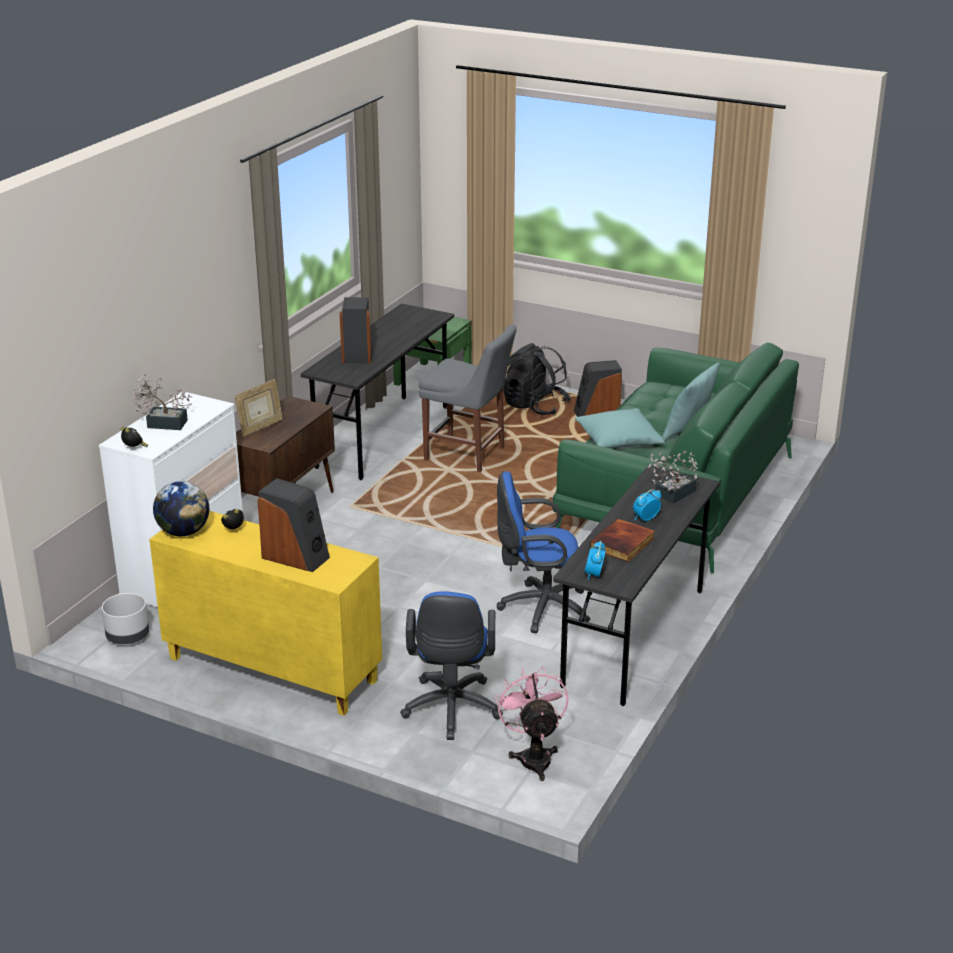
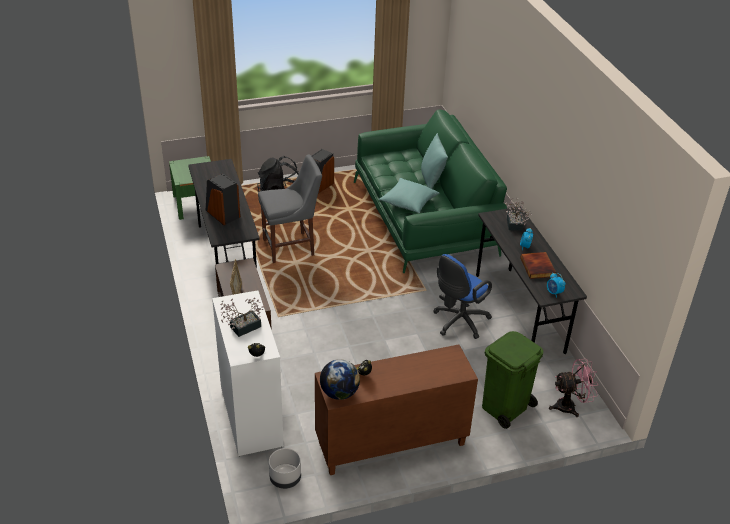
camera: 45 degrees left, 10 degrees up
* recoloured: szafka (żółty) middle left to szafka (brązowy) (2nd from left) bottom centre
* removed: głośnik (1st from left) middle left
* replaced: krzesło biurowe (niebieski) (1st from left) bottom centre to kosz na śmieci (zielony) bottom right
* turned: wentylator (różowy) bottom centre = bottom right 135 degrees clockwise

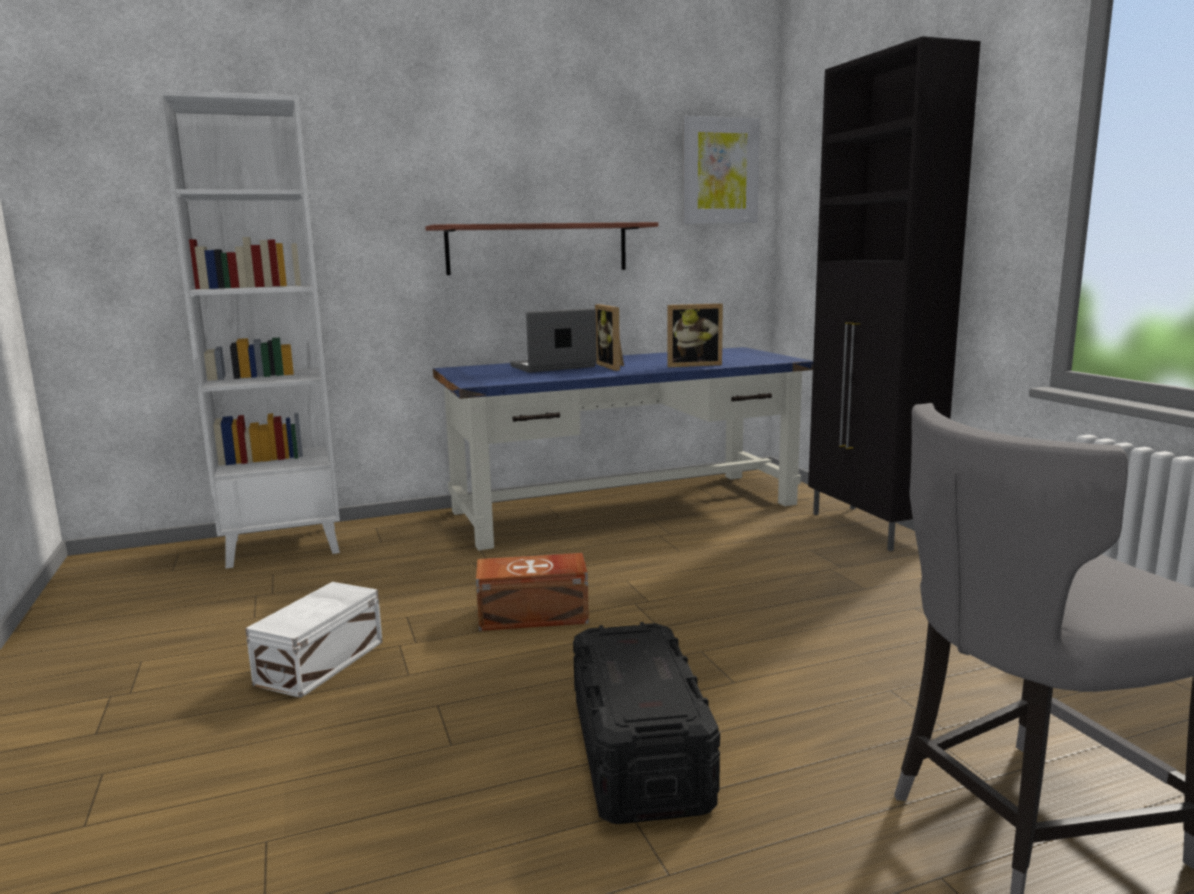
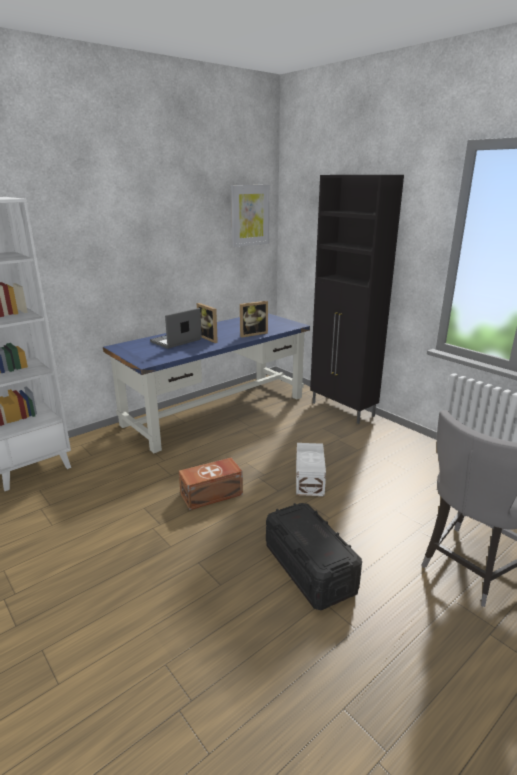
camera: 20 degrees left, 10 degrees up
* moved: pojemnik do przechowywania (biały) bottom left to centre
* removed: półka top centre

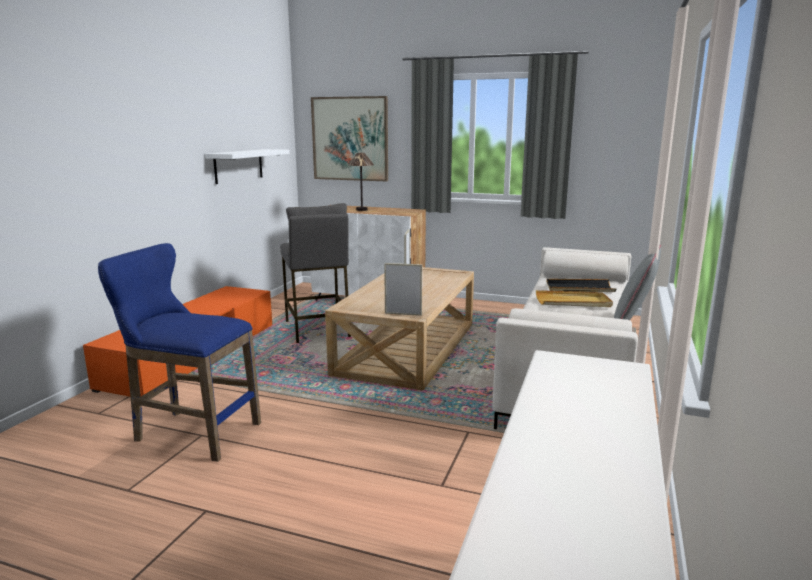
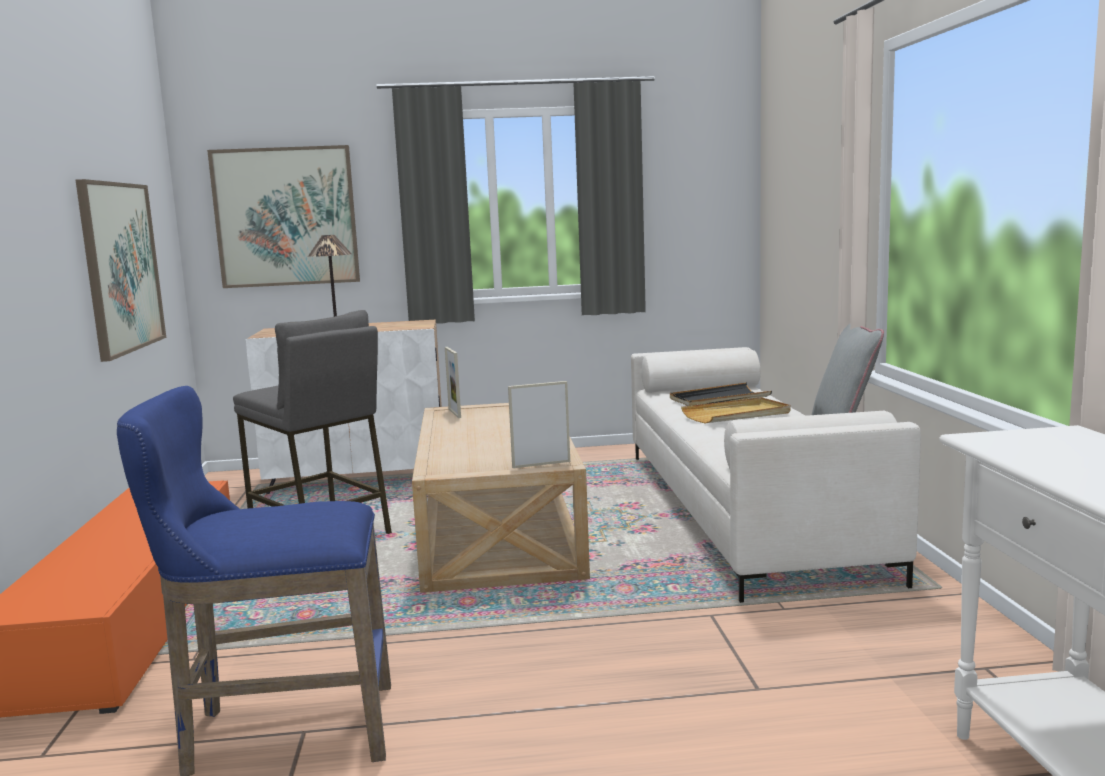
camera: 25 degrees left, 5 degrees down
* replaced: półka (biały) top left to obraz (1st from left) middle left

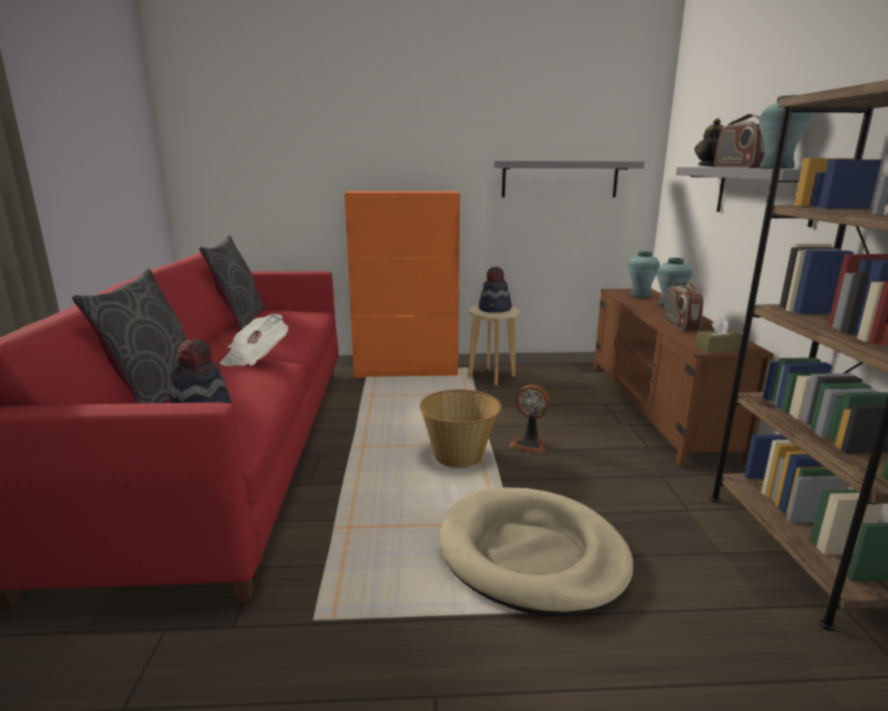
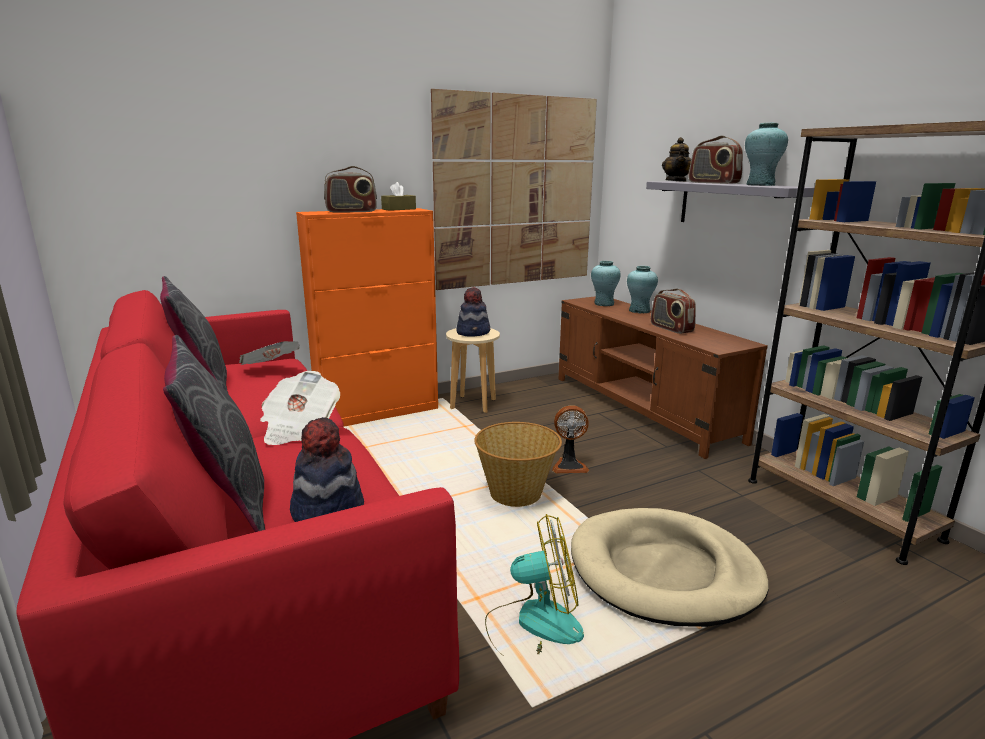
camera: 25 degrees left, 0 degrees up
* replaced: półka (szary) (1st from left) top centre to obraz top centre
* moved: pudełko chusteczek (brązowy) middle right to top centre
* added: gazeta (1st from left) middle left
* added: radio (1st from left) top centre
* added: wentylator (1st from left) bottom centre

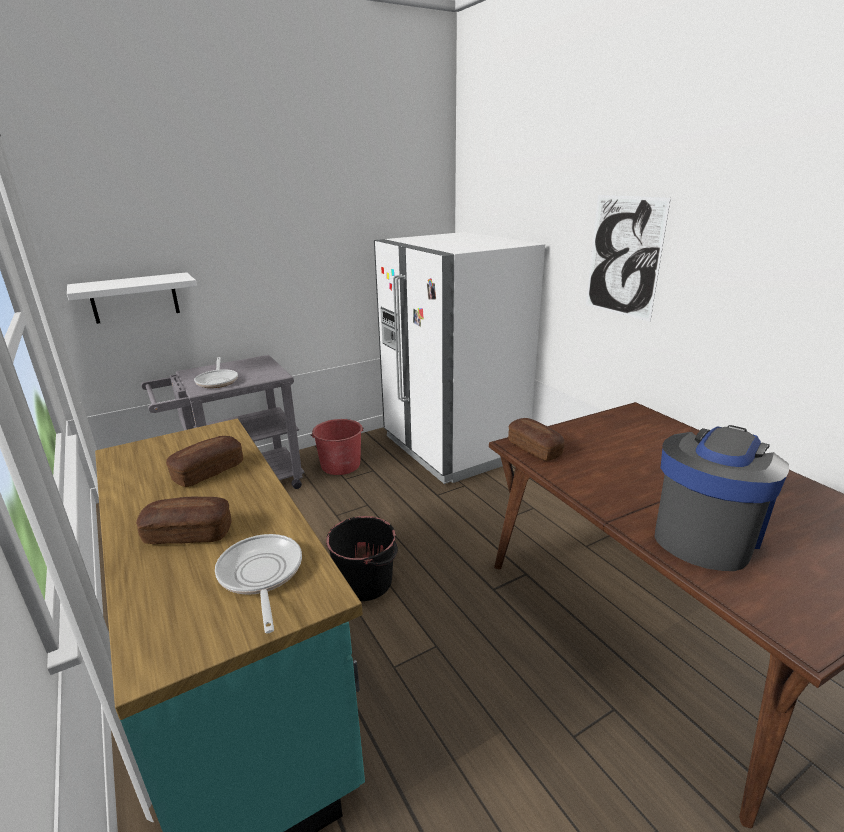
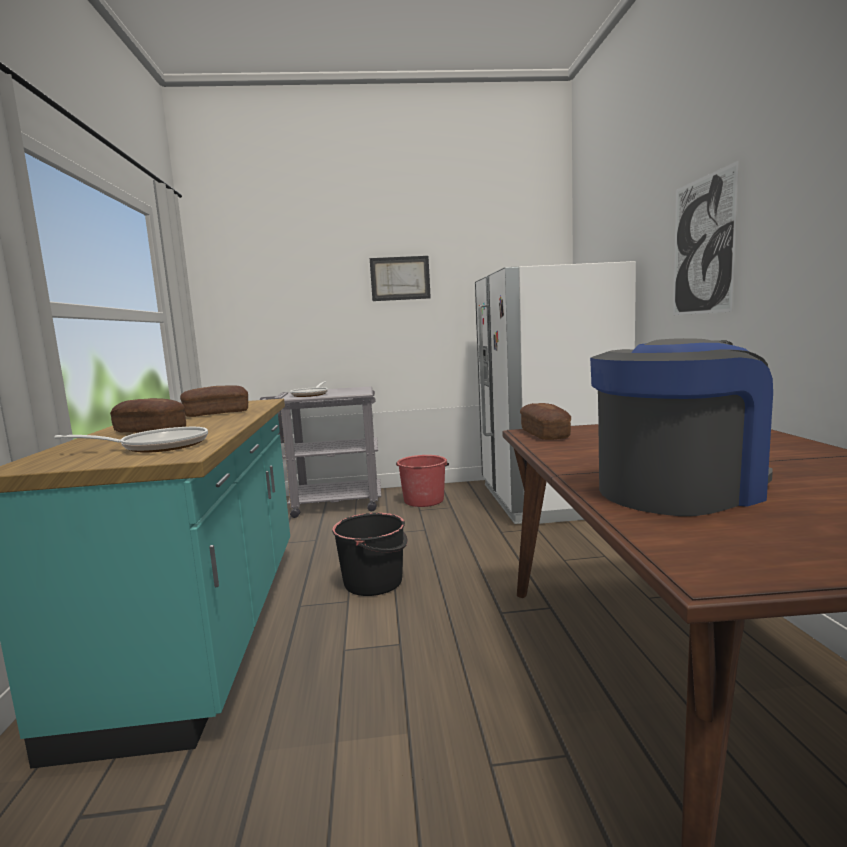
camera: 25 degrees right, 15 degrees down
* removed: półka (biały) middle left
* turned: patelnia (2nd from left in the first image) bottom left = middle left 75 degrees clockwise
* added: obraz (1st from left) top centre

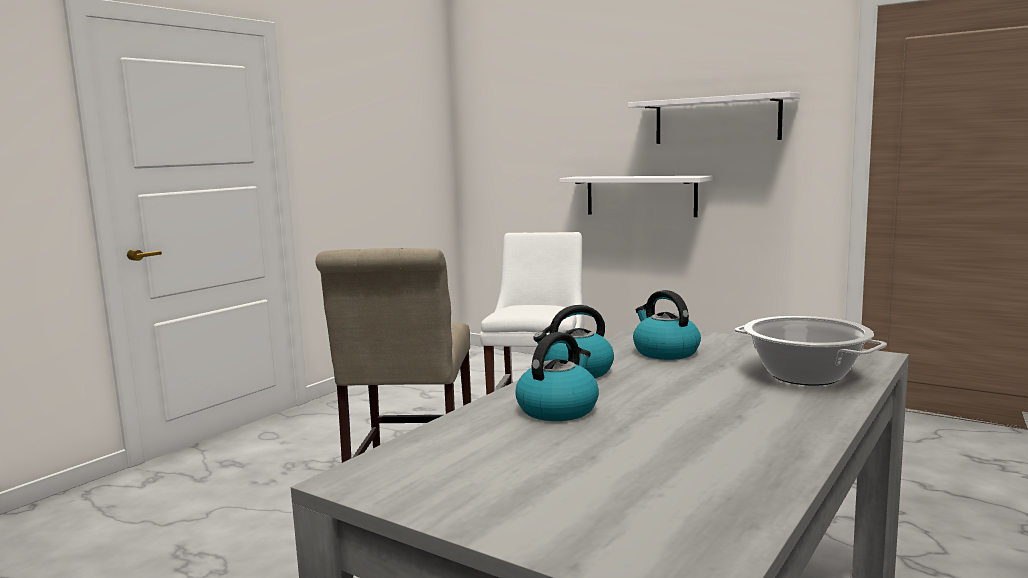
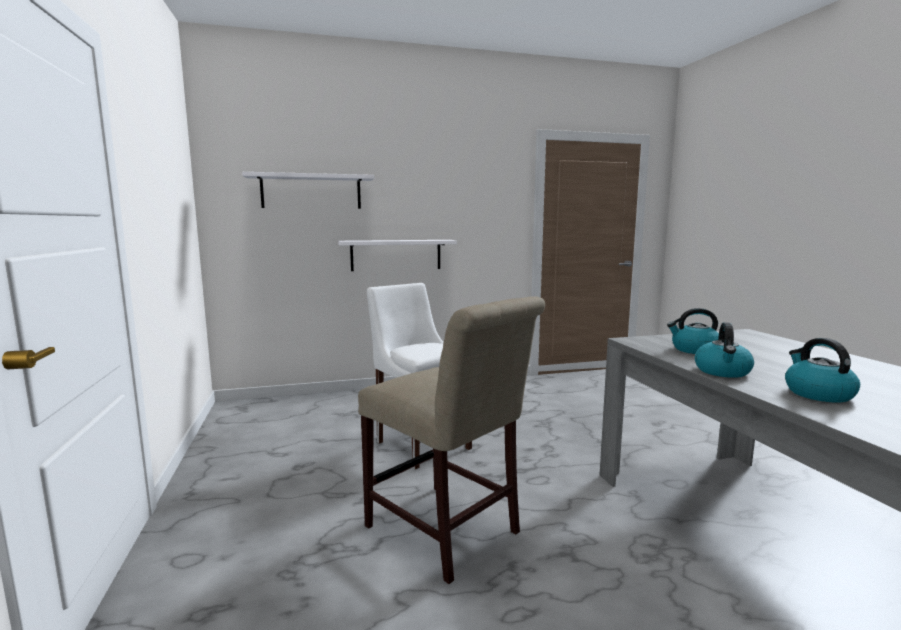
camera: 50 degrees left, 0 degrees up
* moved: półka (biały) (2nd from left in the first image) top right to półka (biały) (1st from left) top centre
* removed: garnek middle right

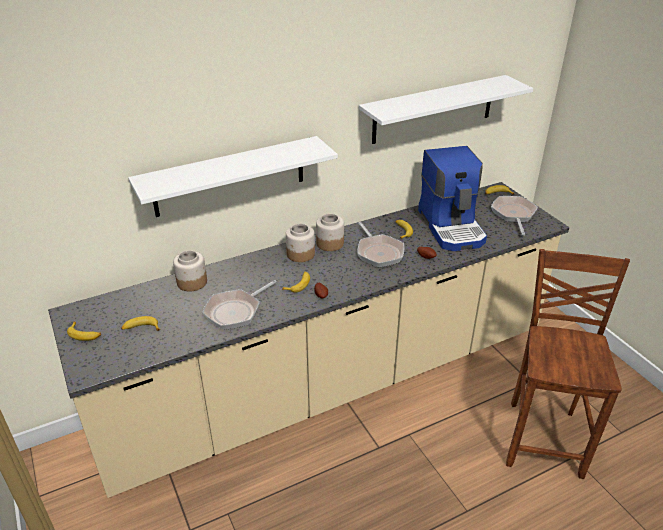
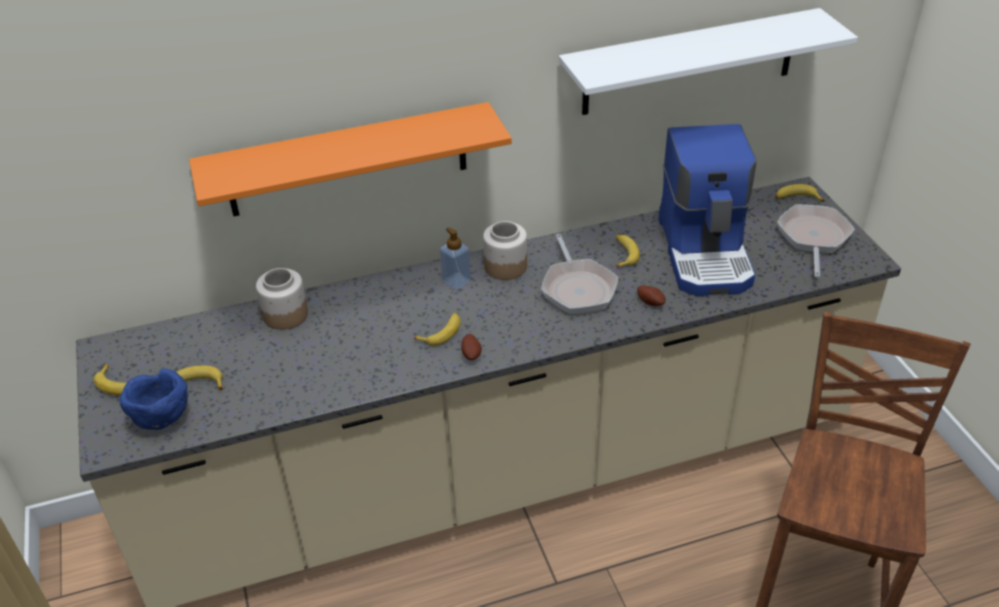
camera: 10 degrees right, 5 degrees up
* recoloured: półka (biały) (1st from left) top centre to półka (pomarańczowy) top centre
* removed: patelnia (1st from left) centre
* replaced: słoik (2nd from left) centre to dozownik mydła centre
* added: miska (niebieski) middle left

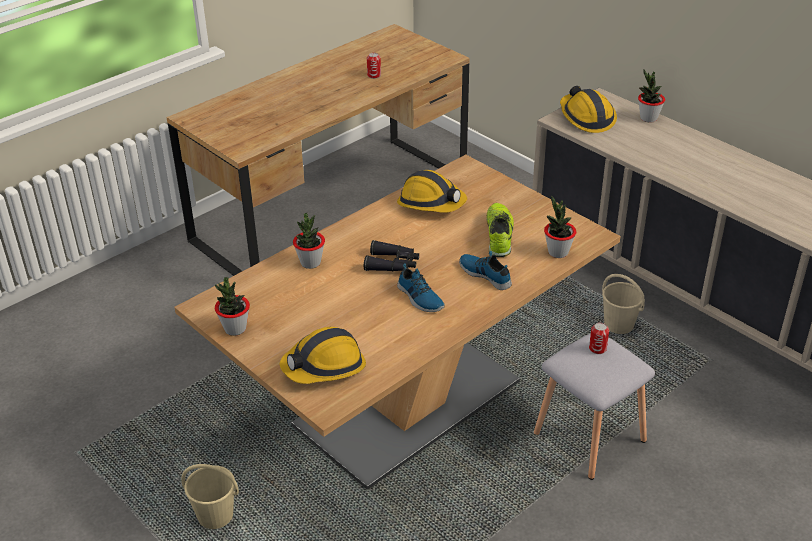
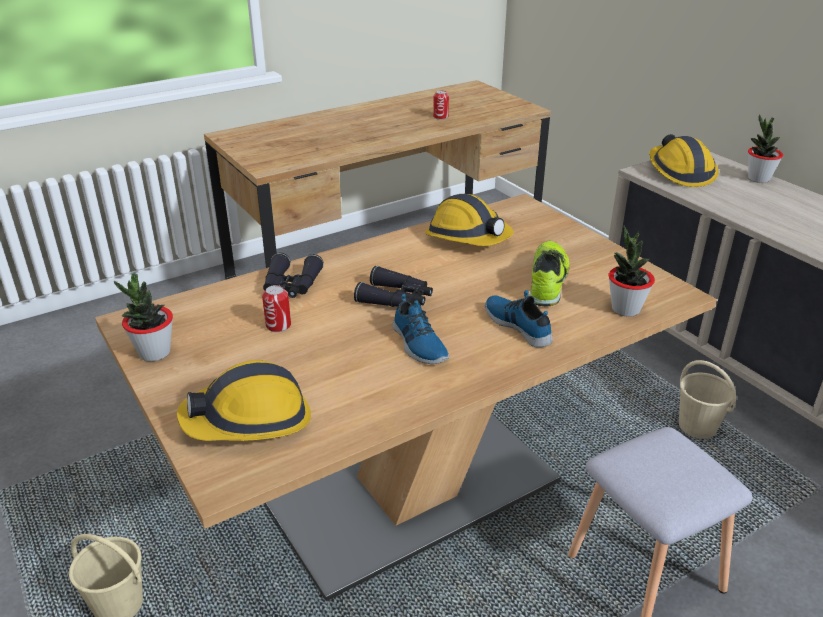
camera: 10 degrees right, 5 degrees down
* replaced: roślina doniczkowa (2nd from left) centre to lornetka (czarny) (1st from left) centre
* moved: puszka (2nd from left in the first image) middle right to puszka (1st from left) centre

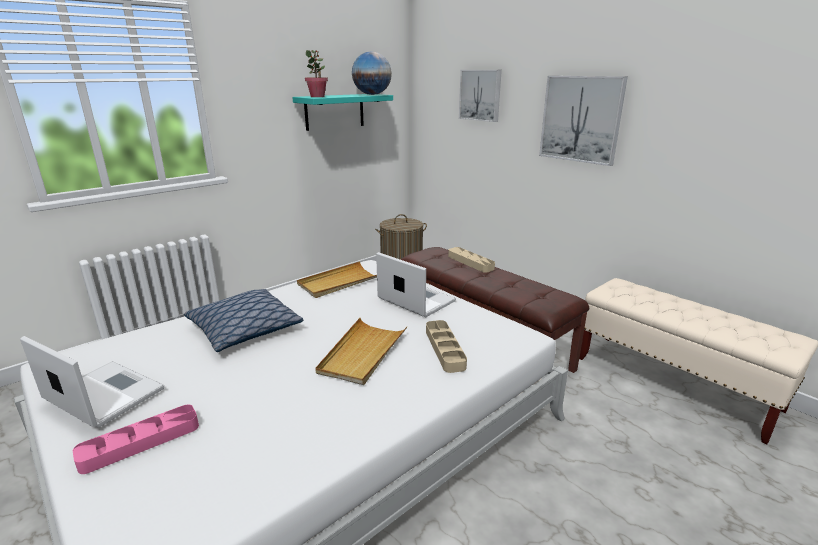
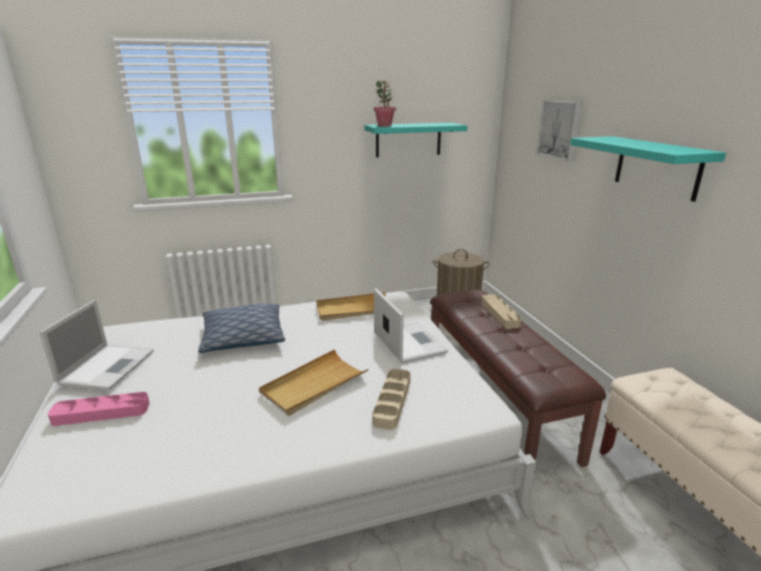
camera: 25 degrees right, 0 degrees up
* turned: laptop (1st from left) bottom left = middle left 45 degrees clockwise
* removed: globus top centre
* replaced: obraz (2nd from left) top right to półka (turkusowy) (2nd from left) top right

